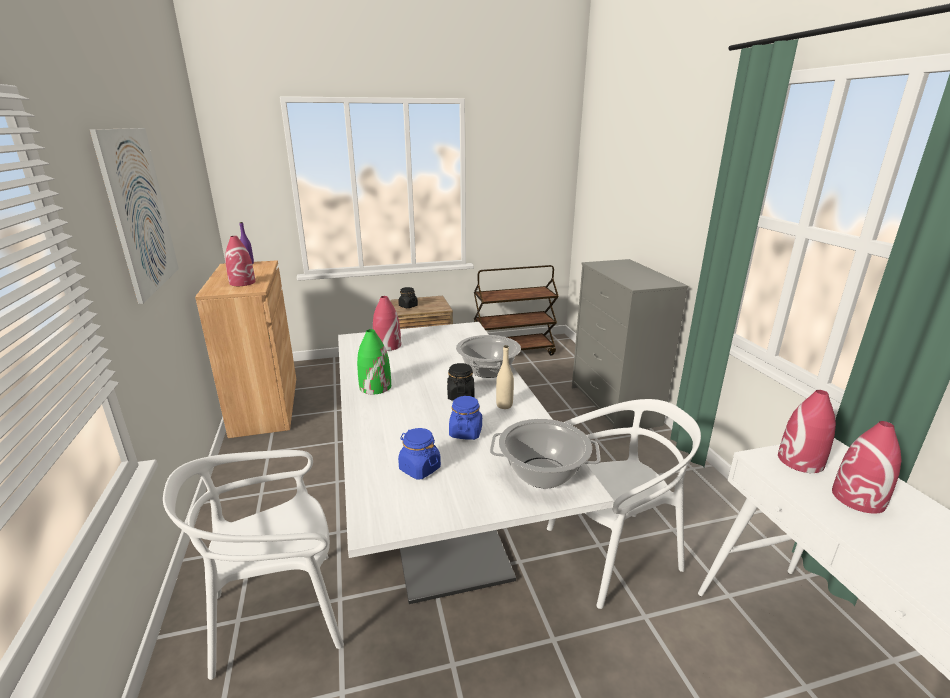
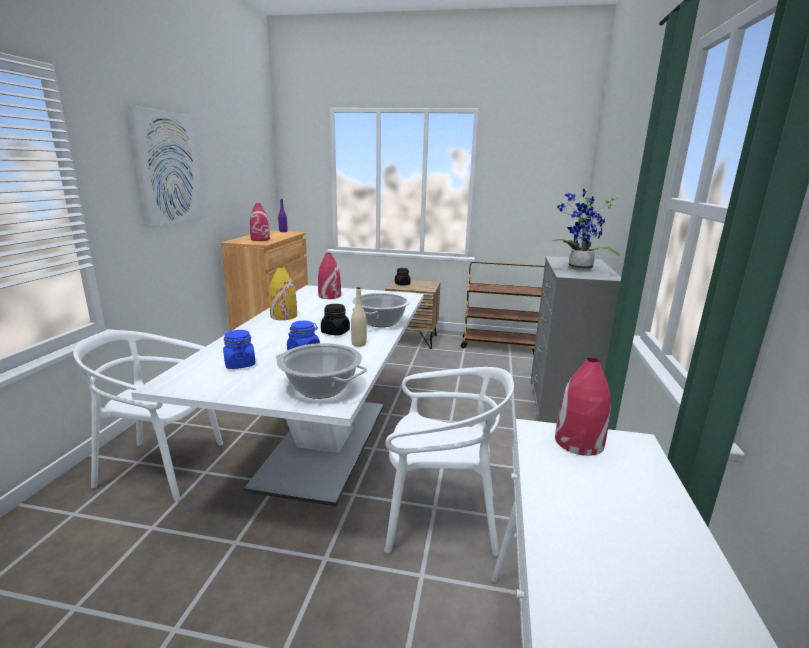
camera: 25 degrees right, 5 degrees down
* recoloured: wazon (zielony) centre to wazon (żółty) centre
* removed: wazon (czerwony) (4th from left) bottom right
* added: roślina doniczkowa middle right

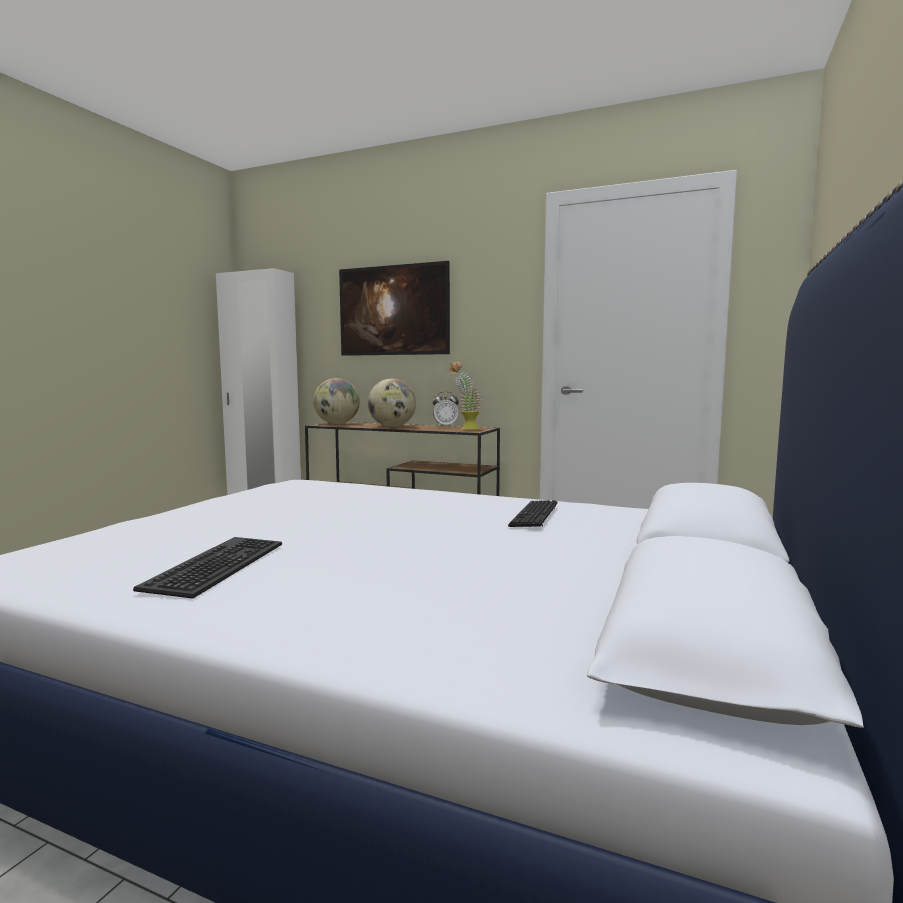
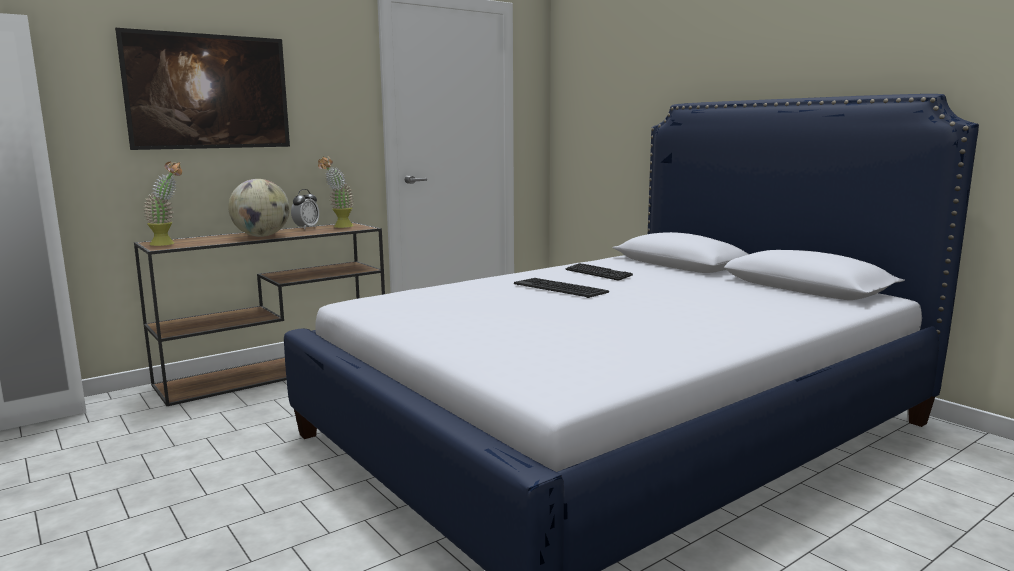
camera: 60 degrees left, 5 degrees up
* moved: klawiatura (1st from left) middle left to centre
* replaced: globus (1st from left) centre to roślina doniczkowa (1st from left) middle left

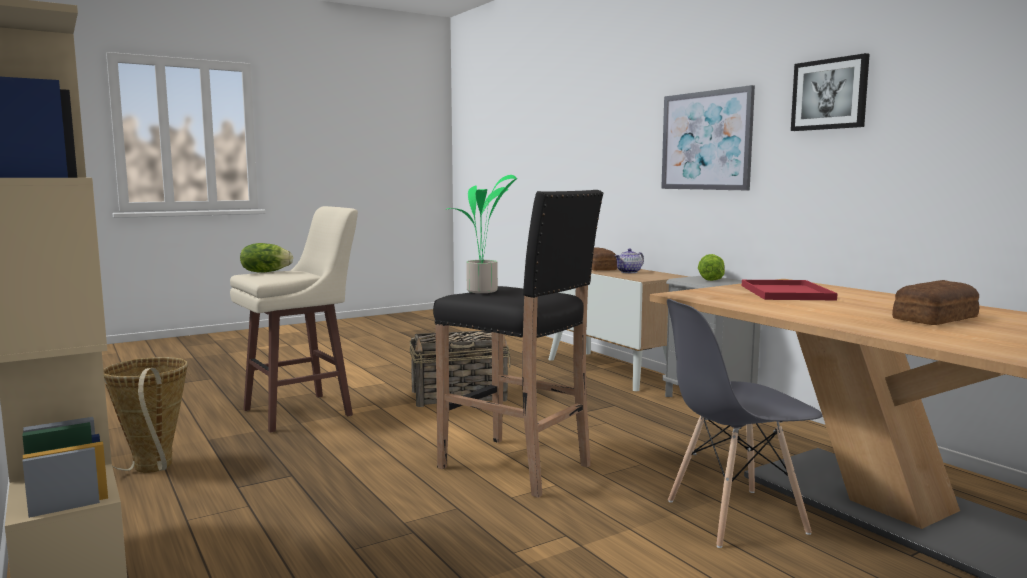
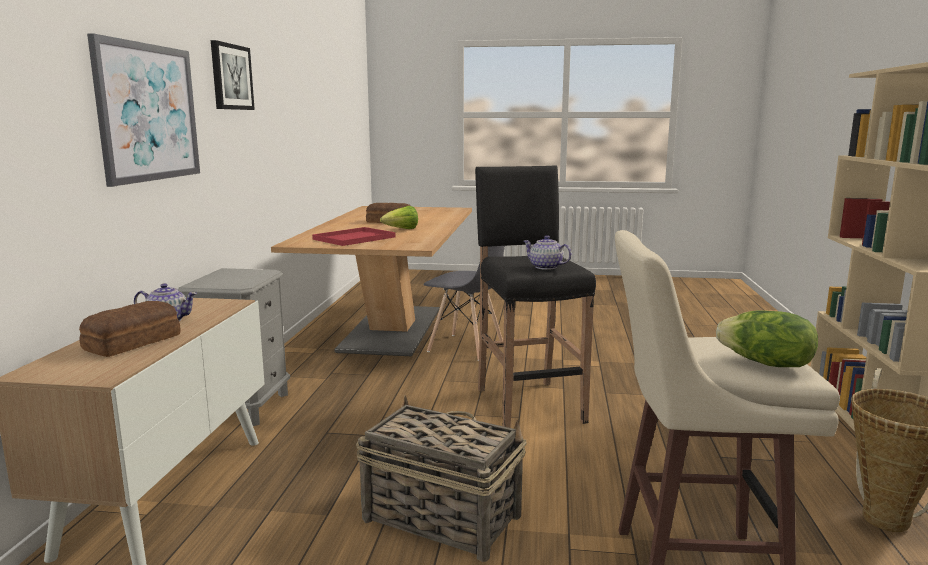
camera: 140 degrees left, 5 degrees up
* replaced: roślina doniczkowa centre to imbryk (2nd from left) centre
* moved: sałata (2nd from left in the first image) middle right to sałata (1st from left) centre

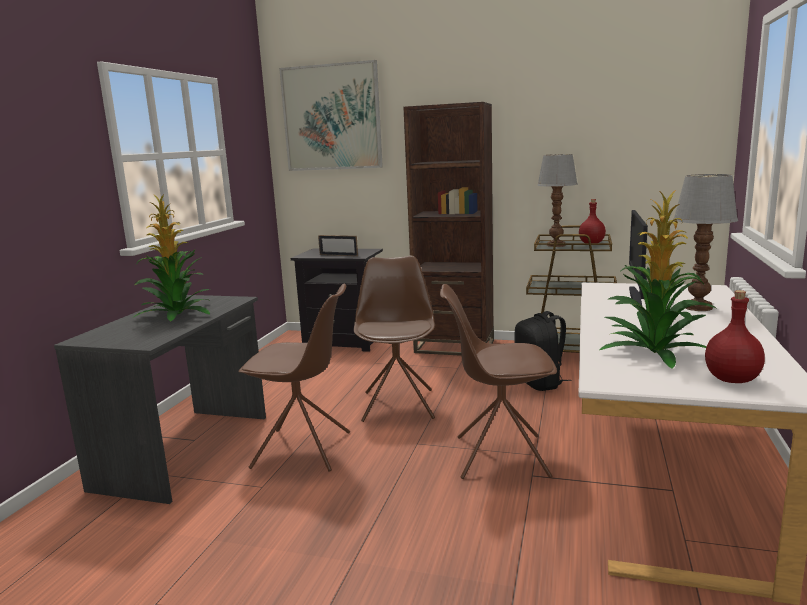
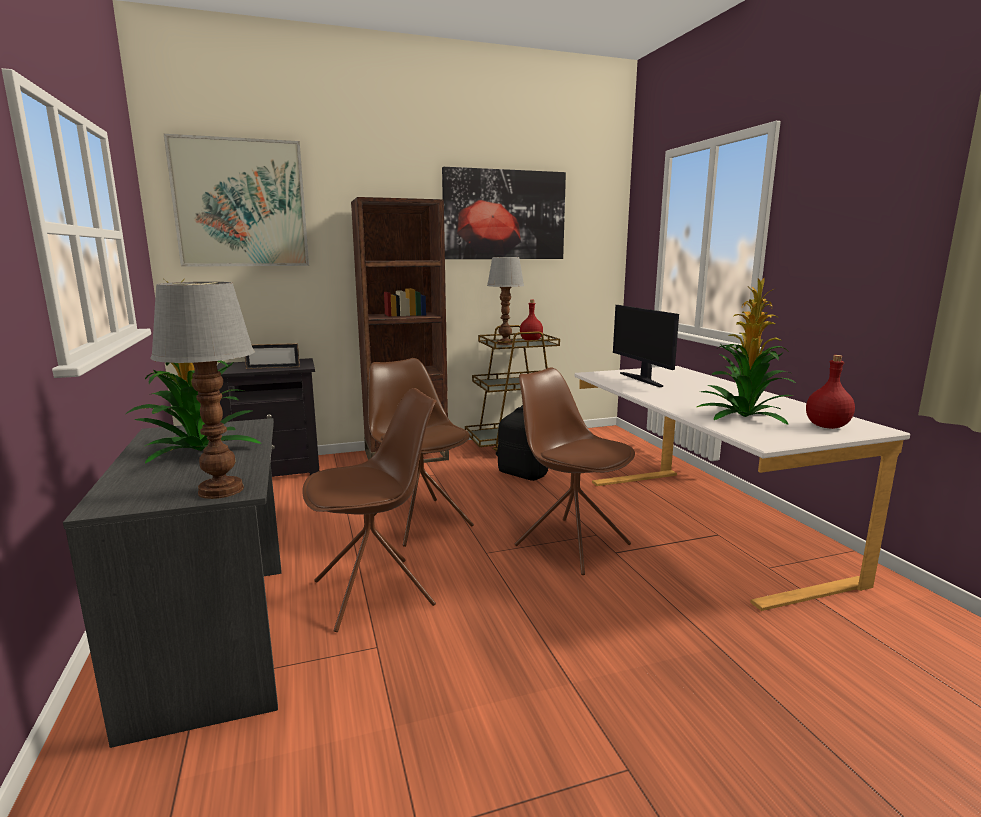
camera: 35 degrees left, 0 degrees up
* turned: krzesło (brązowy) (3rd from left) centre = centre 75 degrees clockwise
* moved: lampa stołowa (2nd from left in the first image) middle right to lampa stołowa (1st from left) middle left
* added: obraz (2nd from left) top centre

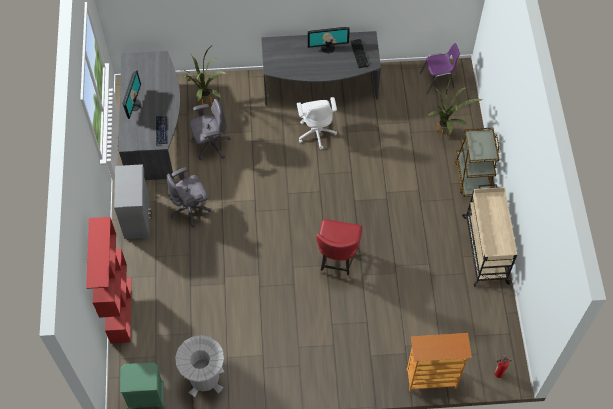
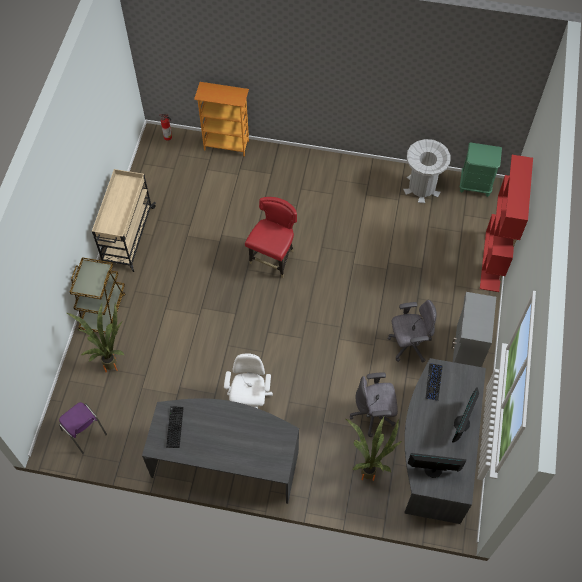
camera: 165 degrees left, 0 degrees up
* moved: monitor (2nd from left in the first image) top centre to monitor (1st from left) bottom right
* turned: krzesło (fioletowy) top right = bottom left 135 degrees counterclockwise

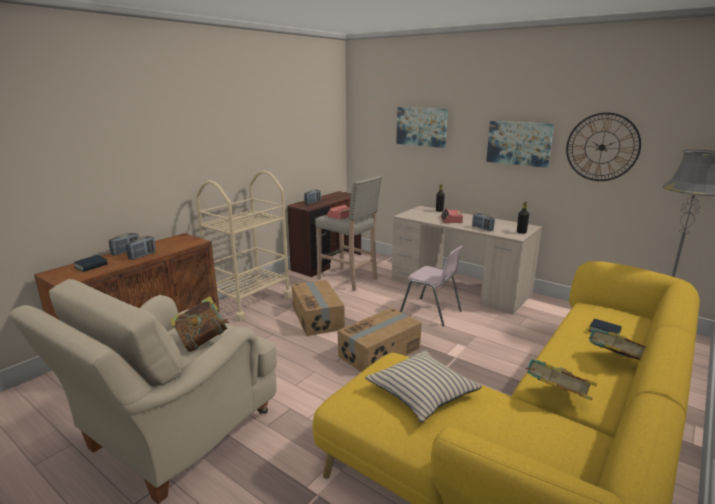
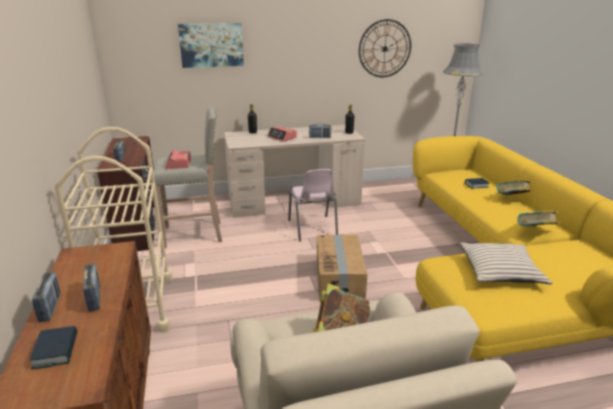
camera: 50 degrees left, 5 degrees up
* removed: karton (1st from left) centre
* turned: krzesło (różowy) centre = centre 90 degrees clockwise
* removed: obraz (2nd from left) top right

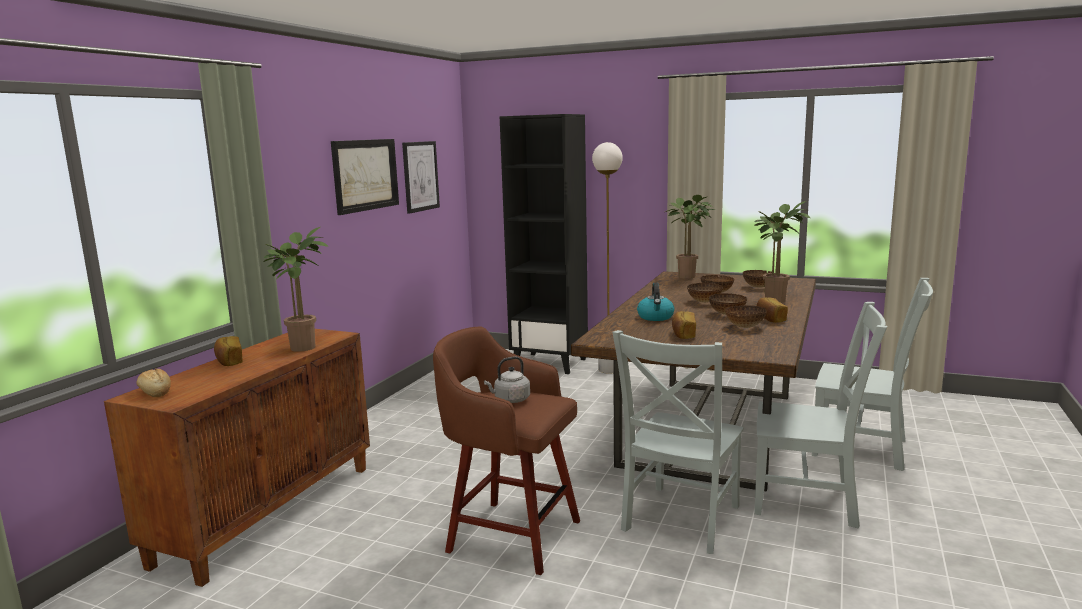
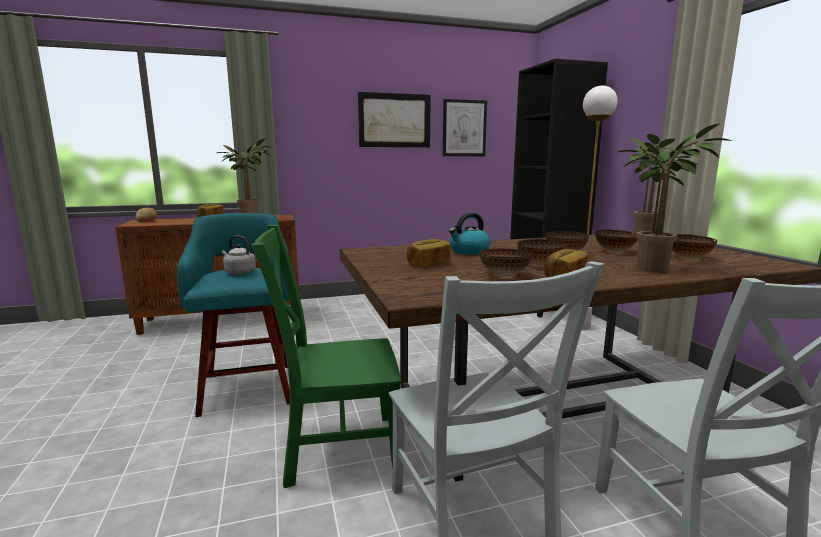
camera: 50 degrees right, 0 degrees up
* recoloured: stołek (brązowy) bottom centre to stołek (turkusowy) middle left
* recoloured: krzesło (szary) (1st from left) bottom centre to krzesło (zielony) centre

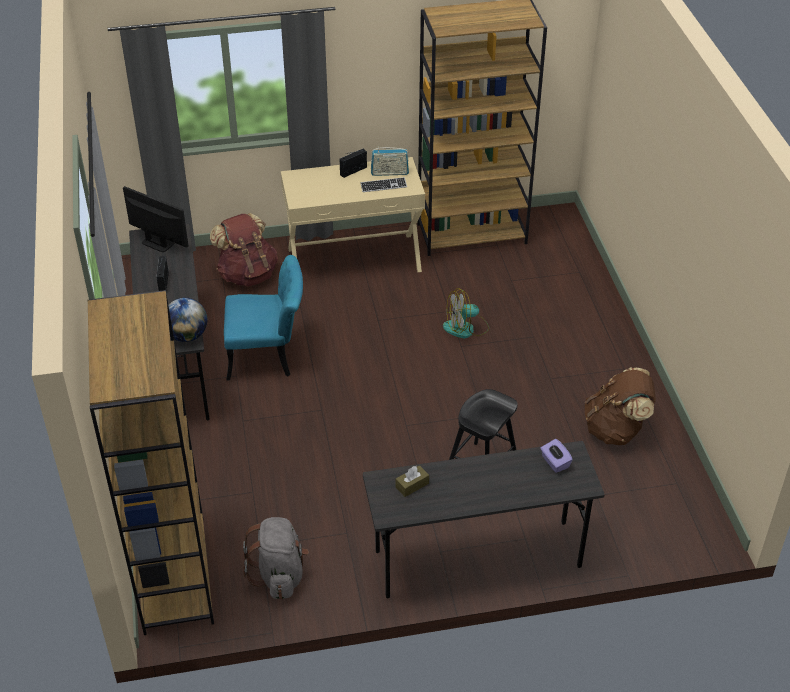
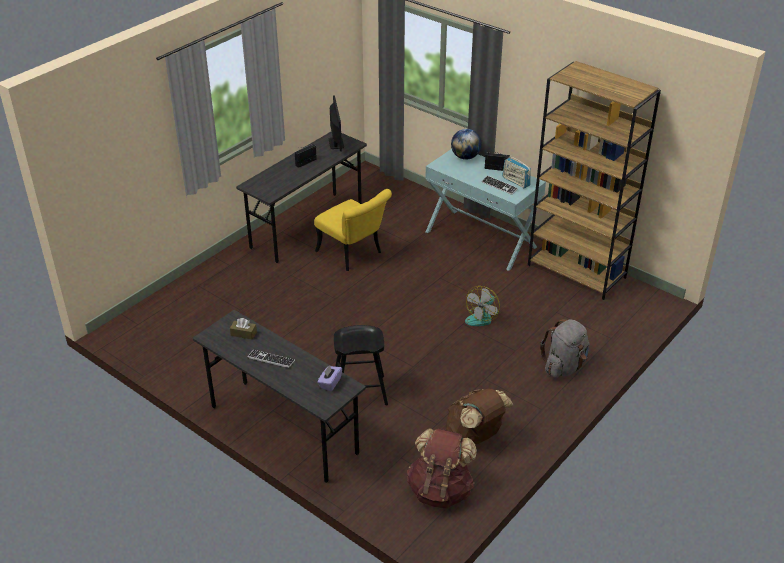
camera: 50 degrees right, 5 degrees down
* removed: regał (brązowy) (1st from left) bottom left
* moved: globus middle left to top centre
* moved: plecak (brązowy) (1st from left) middle left to bottom centre
* recoloured: krzesło (turkusowy) middle left to krzesło (żółty) centre
* moved: plecak (szary) bottom centre to middle right
* recoloured: stolik konsolowy (beżowy) top centre to stolik konsolowy (turkusowy) centre
* turned: wentylator centre = centre 90 degrees counterclockwise
* added: klawiatura (1st from left) centre

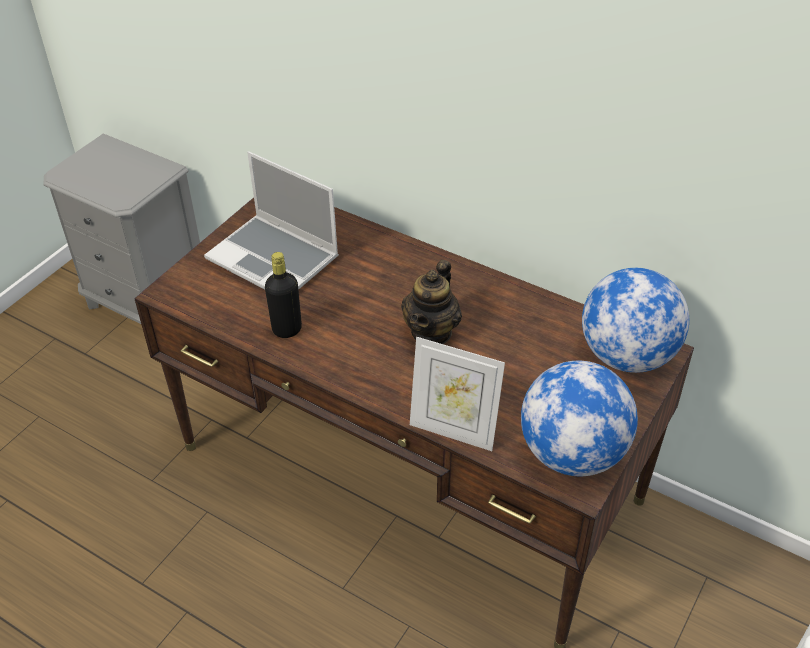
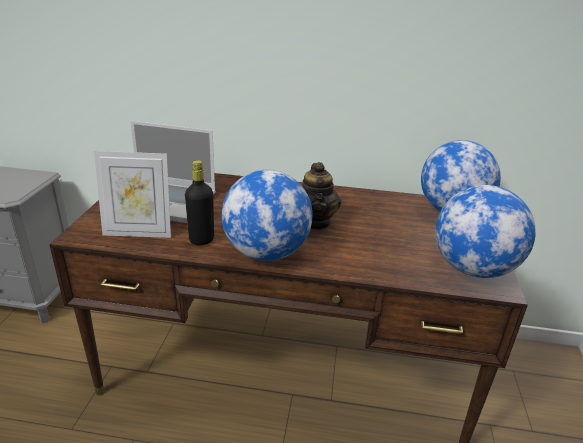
camera: 25 degrees left, 15 degrees down
* moved: ramka na zdjęcie centre to middle left
* added: globus (1st from left) centre

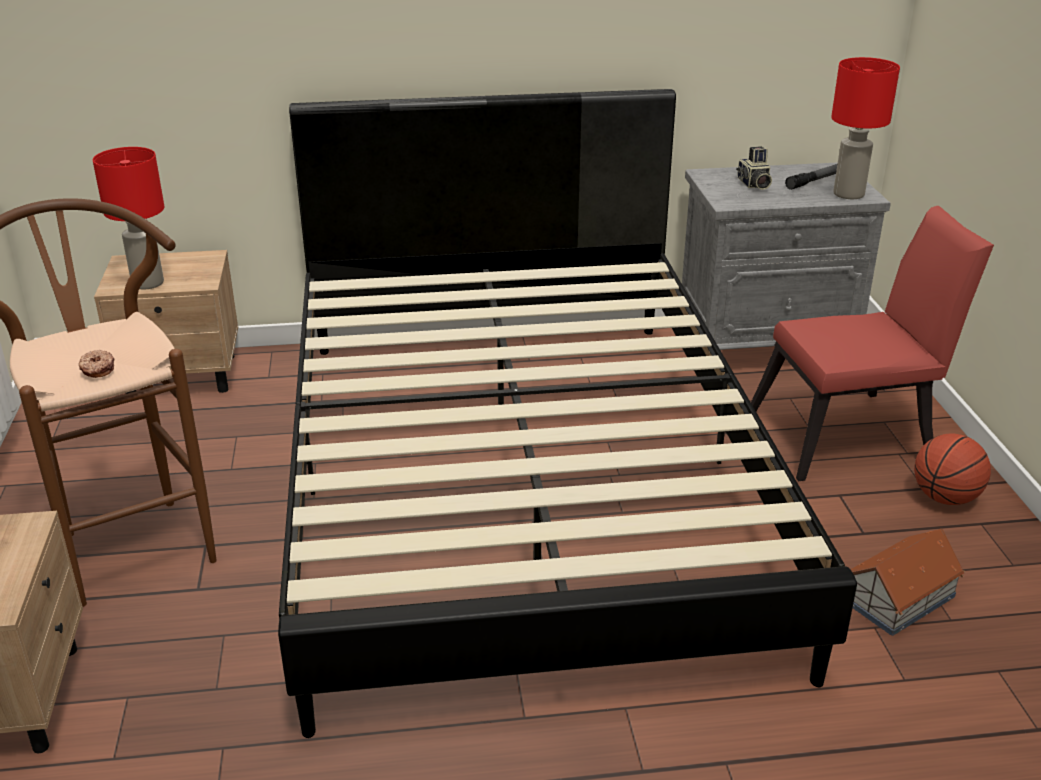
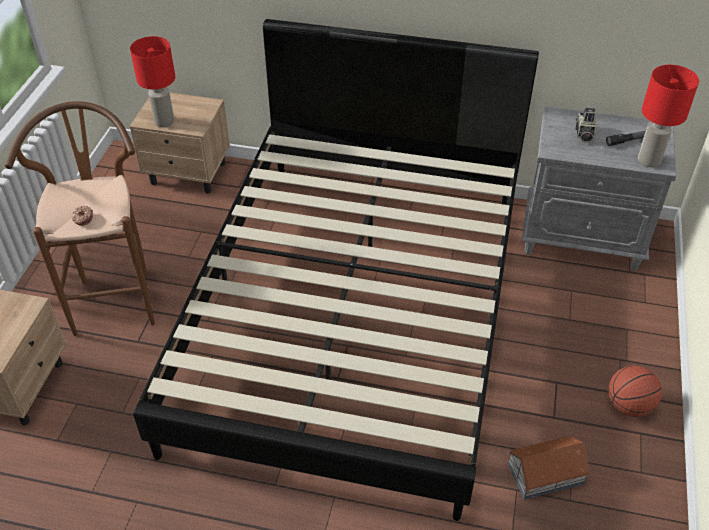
camera: 20 degrees right, 15 degrees up
* removed: krzesło (czerwony) middle right

